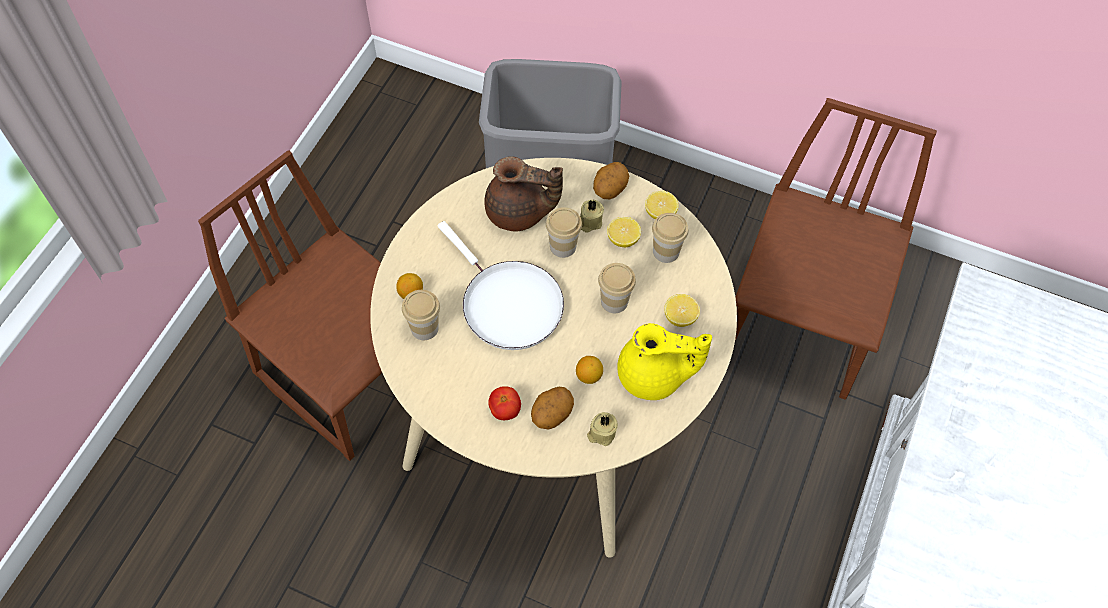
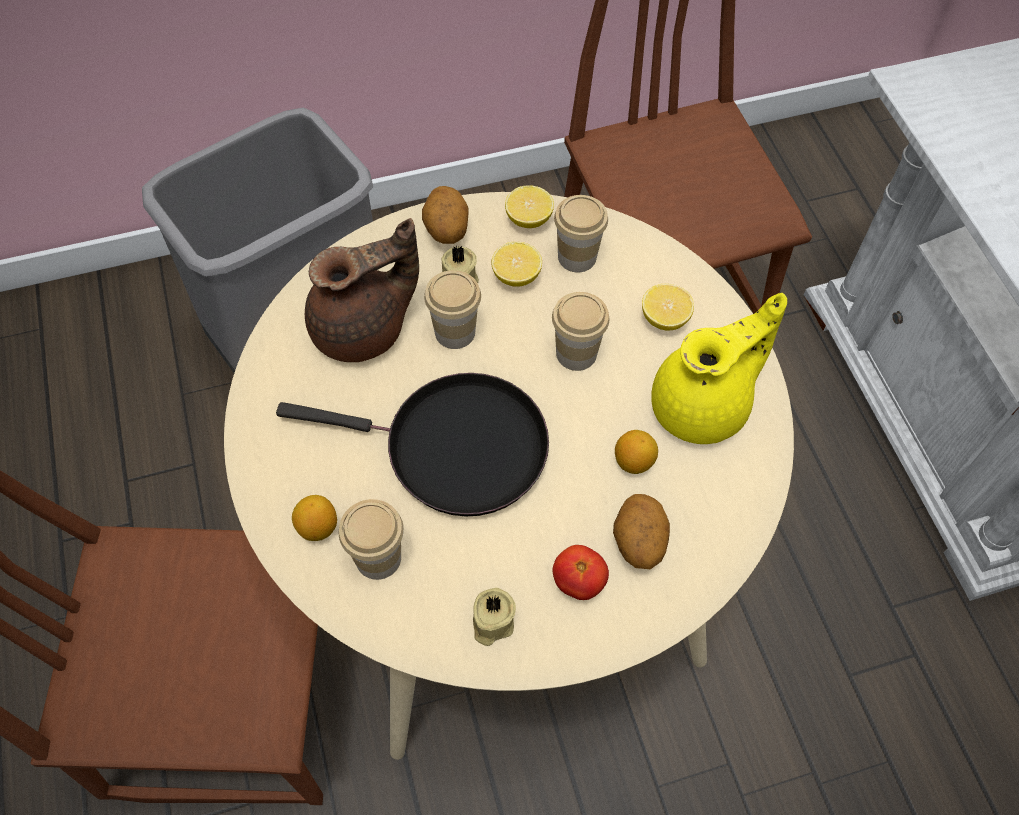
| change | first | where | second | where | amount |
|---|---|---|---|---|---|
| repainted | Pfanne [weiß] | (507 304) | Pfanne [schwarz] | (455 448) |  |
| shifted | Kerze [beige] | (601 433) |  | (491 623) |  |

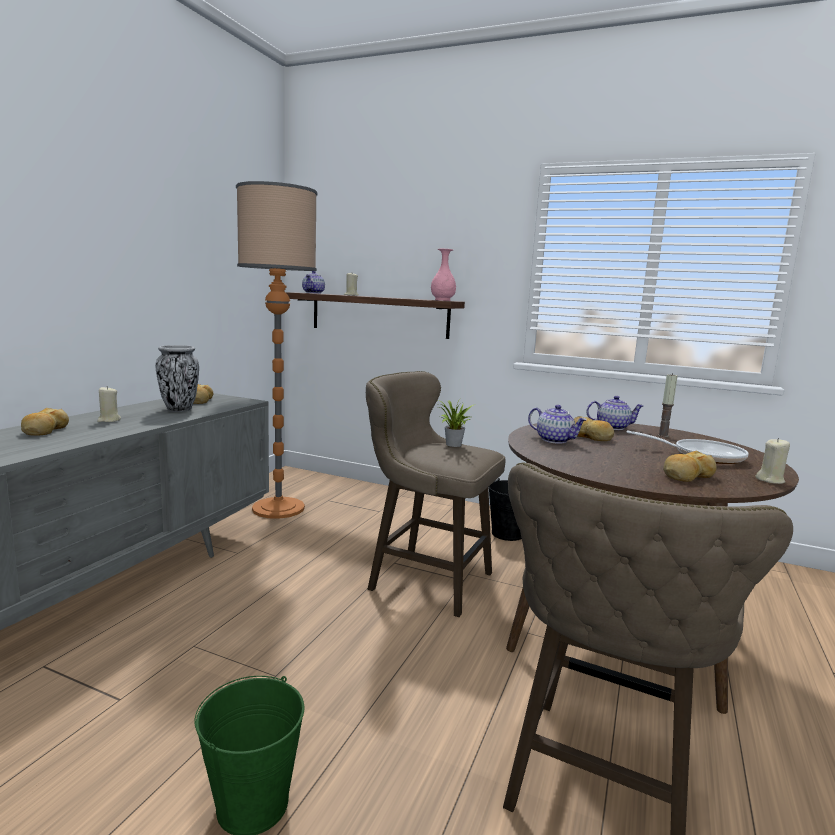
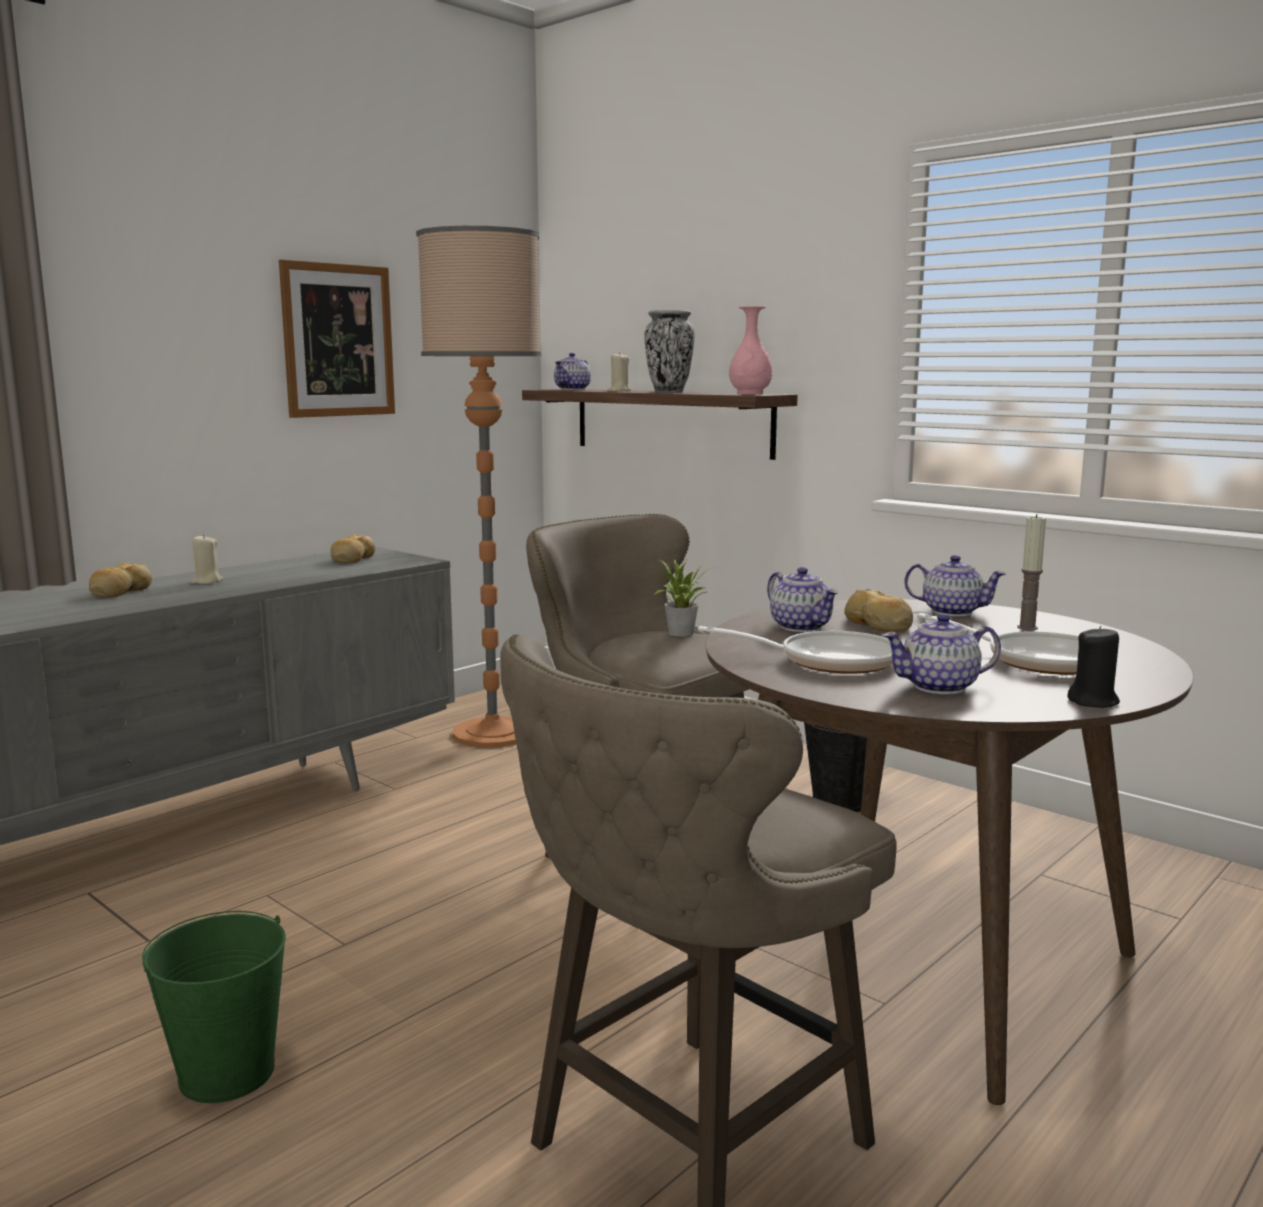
| change | first | where | second | where | amount |
|---|---|---|---|---|---|
| shifted | Vase | (179 409) |  | (668 392) |  |
| repainted | Kerze [beige] | (770 480) | Kerze [schwarz] | (1093 702) |  |
| swapped | Brot | (687 475) | Teekanne | (940 687) |  |
| new |  |  | Bild | (338 340) |  |
| new |  |  | Pfanne | (828 661) |  |

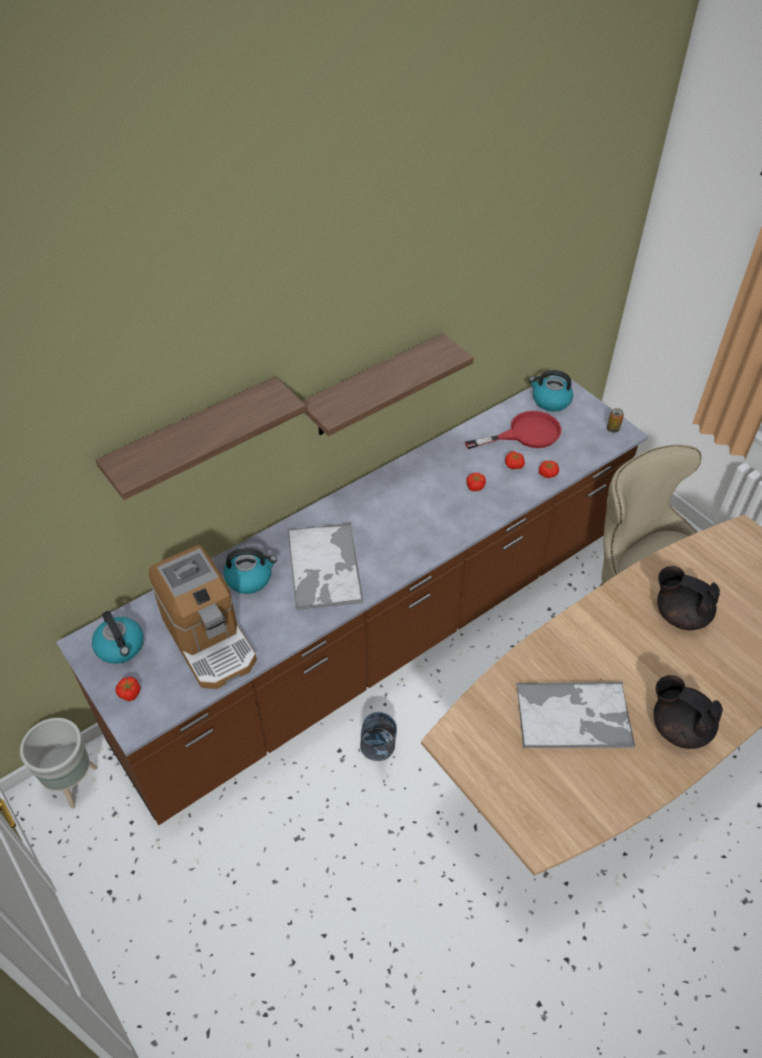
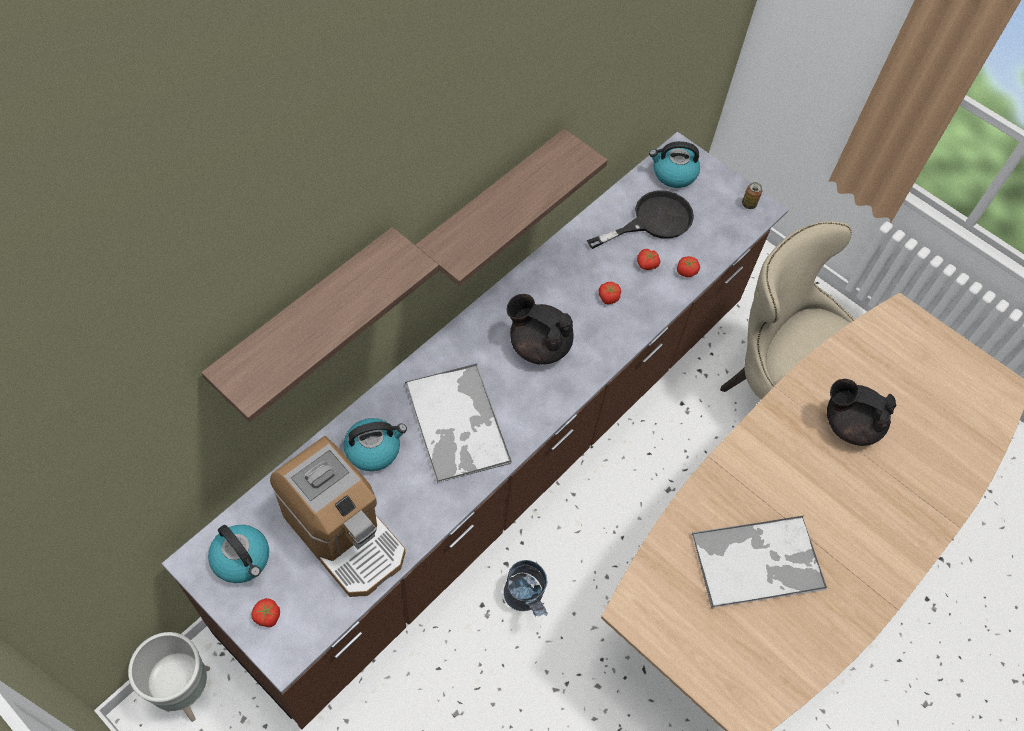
| change | first | where | second | where | amount |
|---|---|---|---|---|---|
| repainted | Pfanne [rot] | (525 434) | Pfanne [schwarz] | (652 221) |  |
| shifted | Teekanne [schwarz] | (679 727) |  | (538 345) |  |

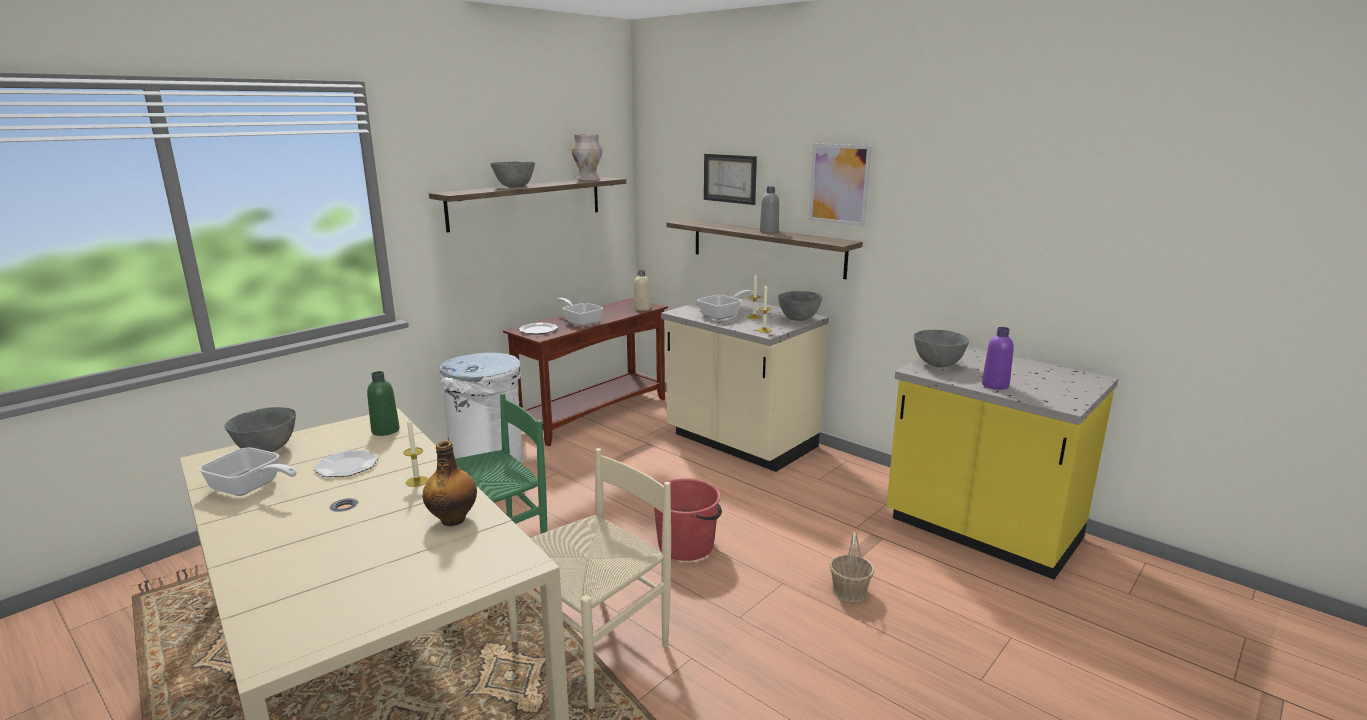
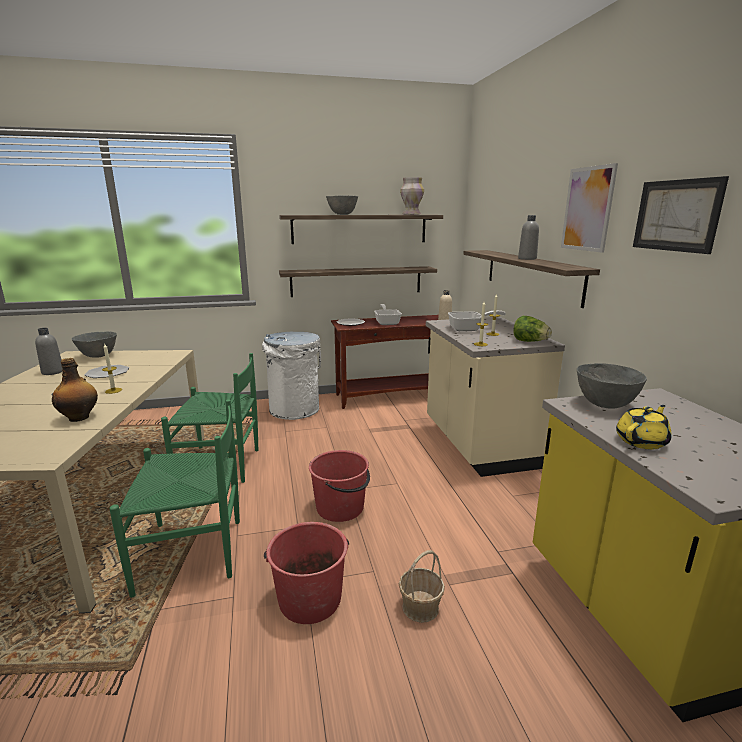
| change | first | where | second | where | amount |
|---|---|---|---|---|---|
| shifted | Bild | (730 178) |  | (676 215) |  |
| swapped | Schüssel [grau] | (798 319) | Salatkopf | (530 341) |  |
| swapped | Flasche [lila] | (995 385) | Teekanne [gelb] | (642 441) |  |
| gone | Flasche [grün] | (385 430) |  |  |  |
| swapped | Pfanne | (250 488) | Flasche [grau] | (53 372) |  |
| repainted | Stuhl [beige] | (594 646) | Stuhl [grün] | (192 553) |  |
| new |  |  | Wandregal | (356 281) |  |
| new |  |  | Eimer [rot] | (309 598) |  |

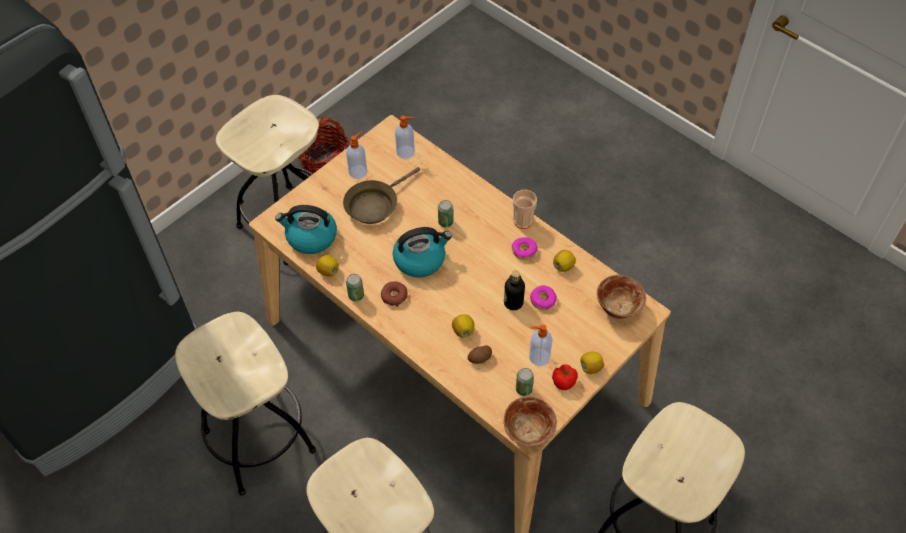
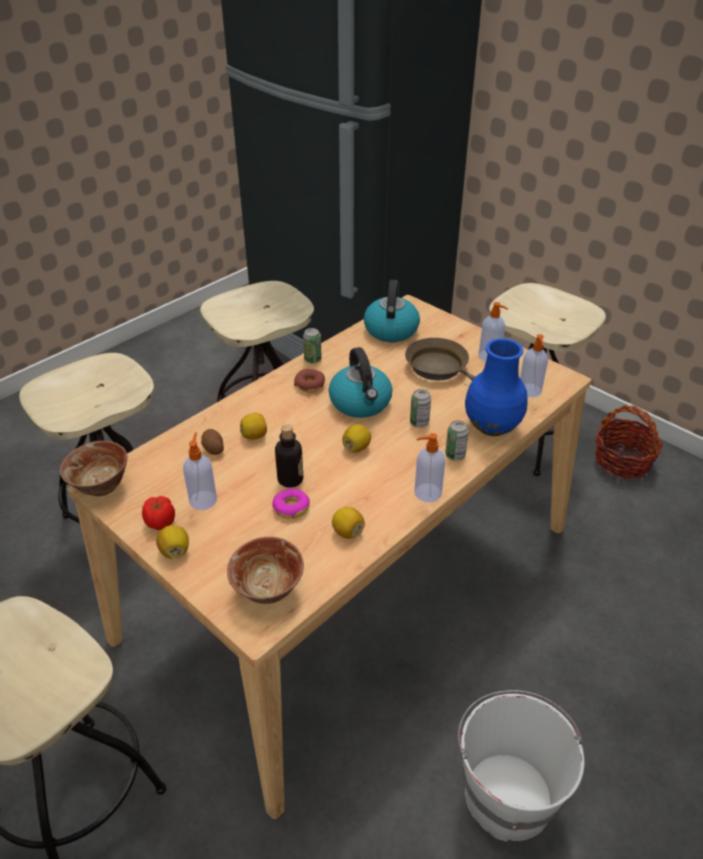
| change | first | where | second | where | amount |
|---|---|---|---|---|---|
| swapped | Tasse | (523 221) | Seifenspender | (426 493) |  |
| gone | Donut | (524 251) |  |  |  |
| shifted | Zitrone | (328 271) |  | (356 447) |  |
| shifted | Dose | (523 389) |  | (455 455) |  |
| new |  |  | Vase [blau] | (491 426) |  |
| new |  |  | Eimer [weiß] | (507 793) |  |

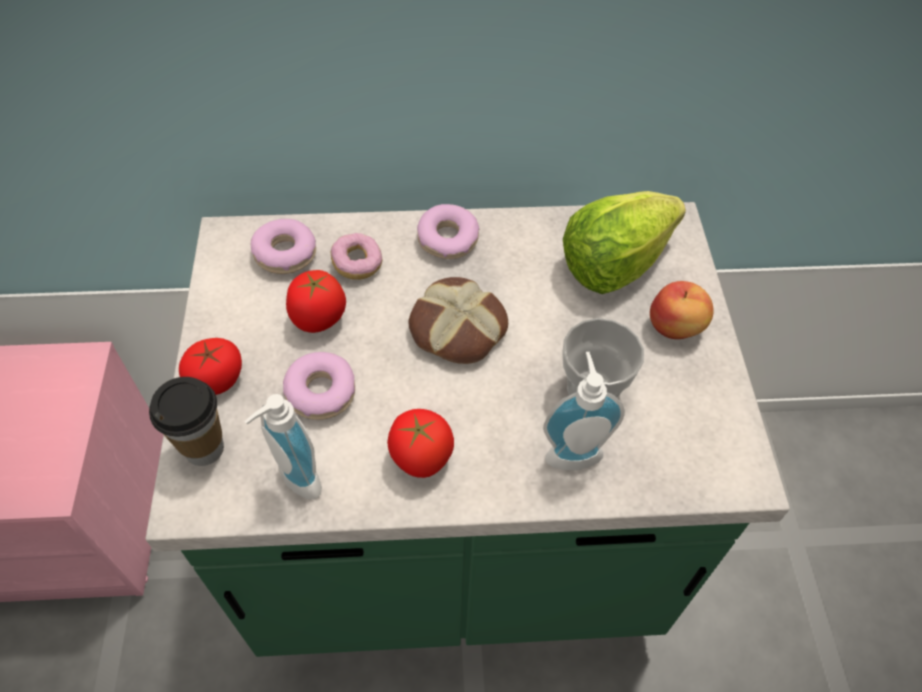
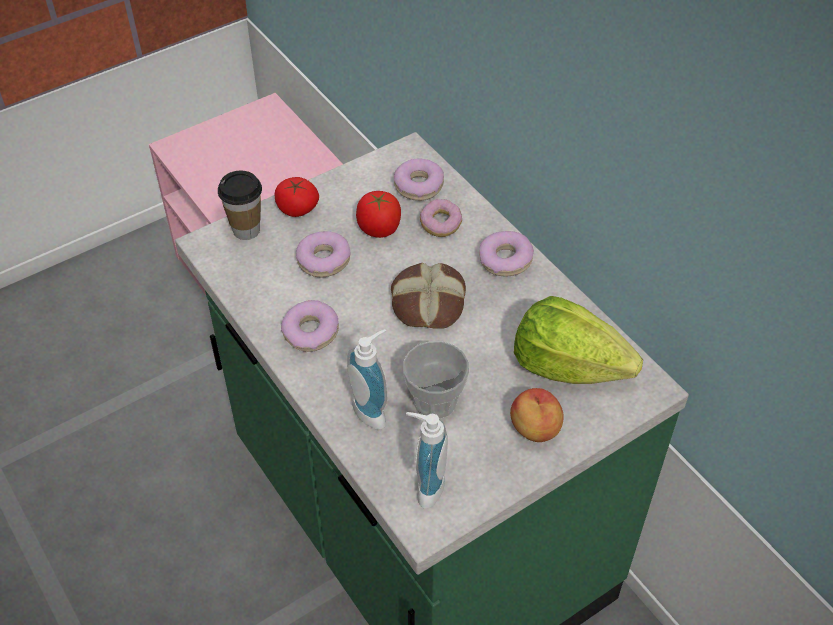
| change | first | where | second | where | amount |
|---|---|---|---|---|---|
| shifted | Seifenspender | (294 481) |  | (425 486) |  |
| swapped | Tomate | (420 458) | Donut | (310 332) |  |

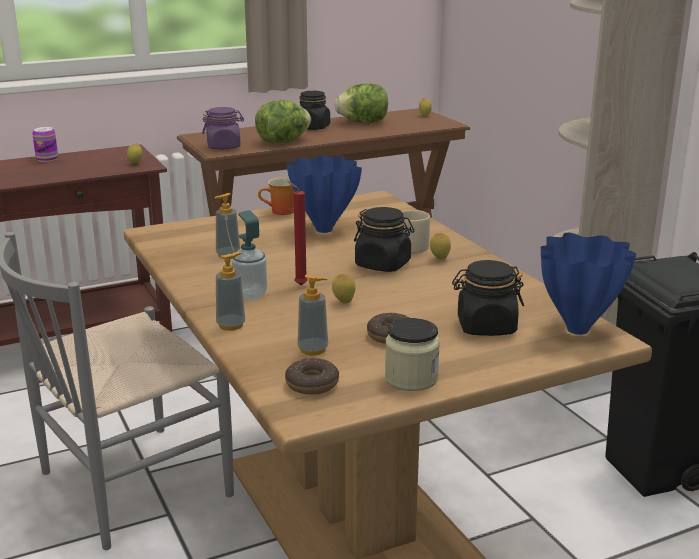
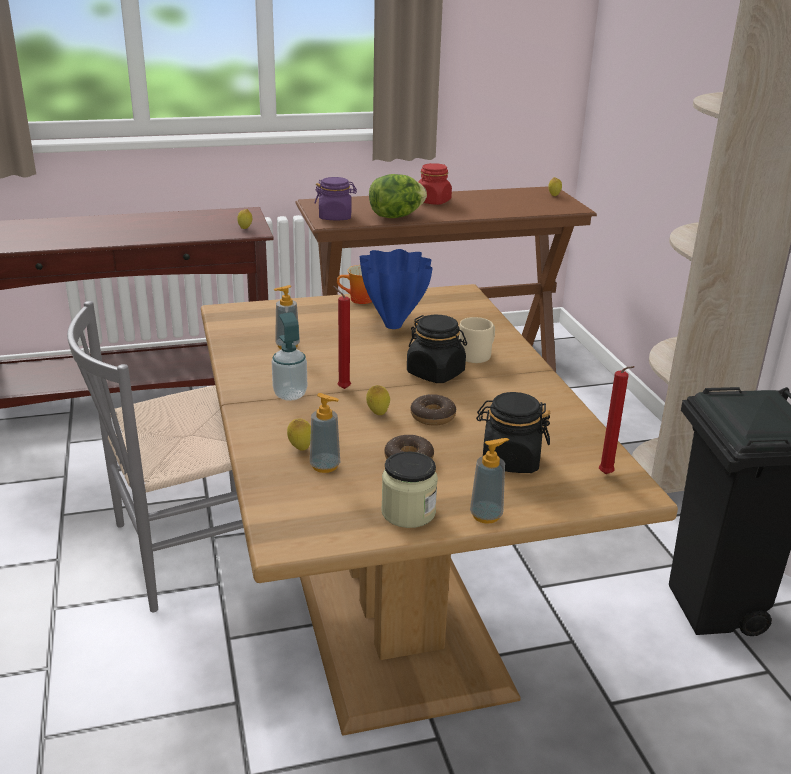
| change | first | where | second | where | amount |
|---|---|---|---|---|---|
| gone | Salatkopf | (363 122) |  |  |  |
| repainted | Vorratsglas [schwarz] | (313 127) | Vorratsglas [rot] | (433 201) |  |
| gone | Dose | (47 159) |  |  |  |
| shifted | Zitrone | (439 259) |  | (300 449) |  |
| swapped | Vase [blau] | (579 329) | Kerze [rot] | (607 475) |  |
| shifted | Seifenspender | (231 325) |  | (486 515) |  |
| shifted | Donut | (312 384) |  | (433 416) |  |

